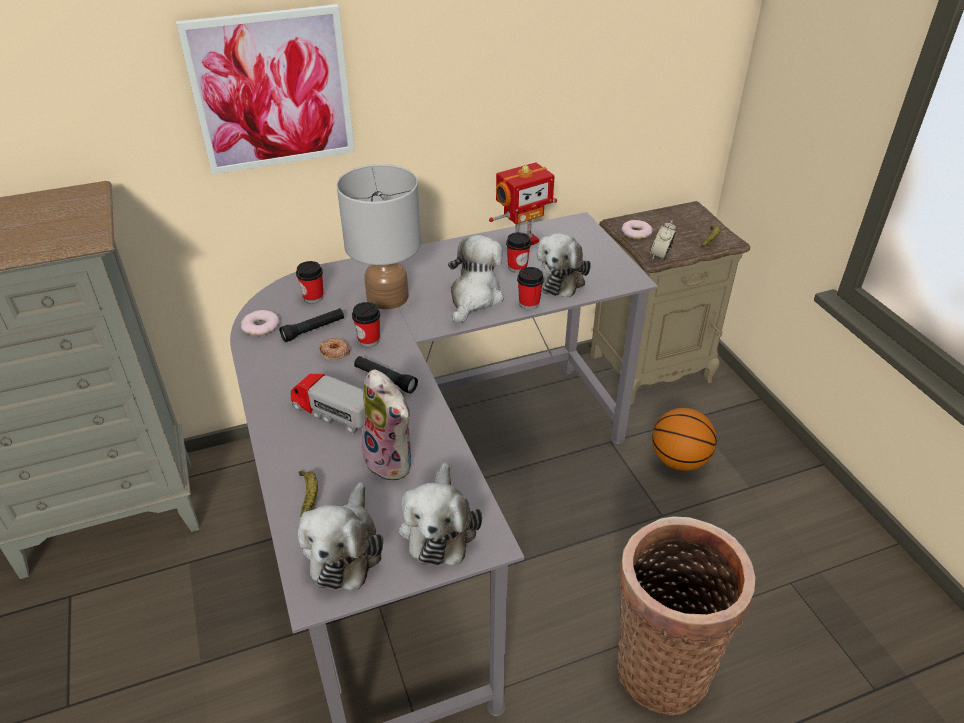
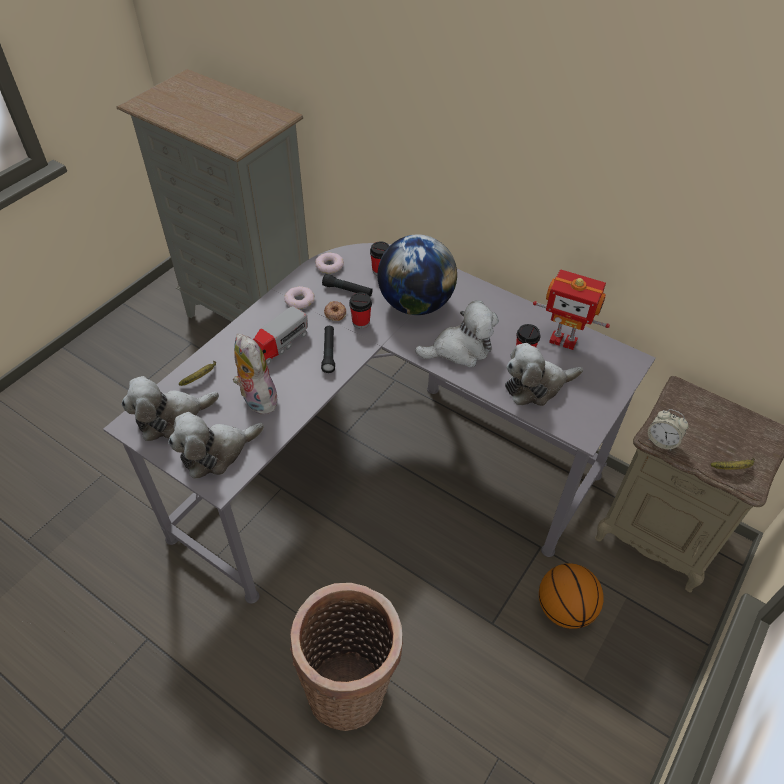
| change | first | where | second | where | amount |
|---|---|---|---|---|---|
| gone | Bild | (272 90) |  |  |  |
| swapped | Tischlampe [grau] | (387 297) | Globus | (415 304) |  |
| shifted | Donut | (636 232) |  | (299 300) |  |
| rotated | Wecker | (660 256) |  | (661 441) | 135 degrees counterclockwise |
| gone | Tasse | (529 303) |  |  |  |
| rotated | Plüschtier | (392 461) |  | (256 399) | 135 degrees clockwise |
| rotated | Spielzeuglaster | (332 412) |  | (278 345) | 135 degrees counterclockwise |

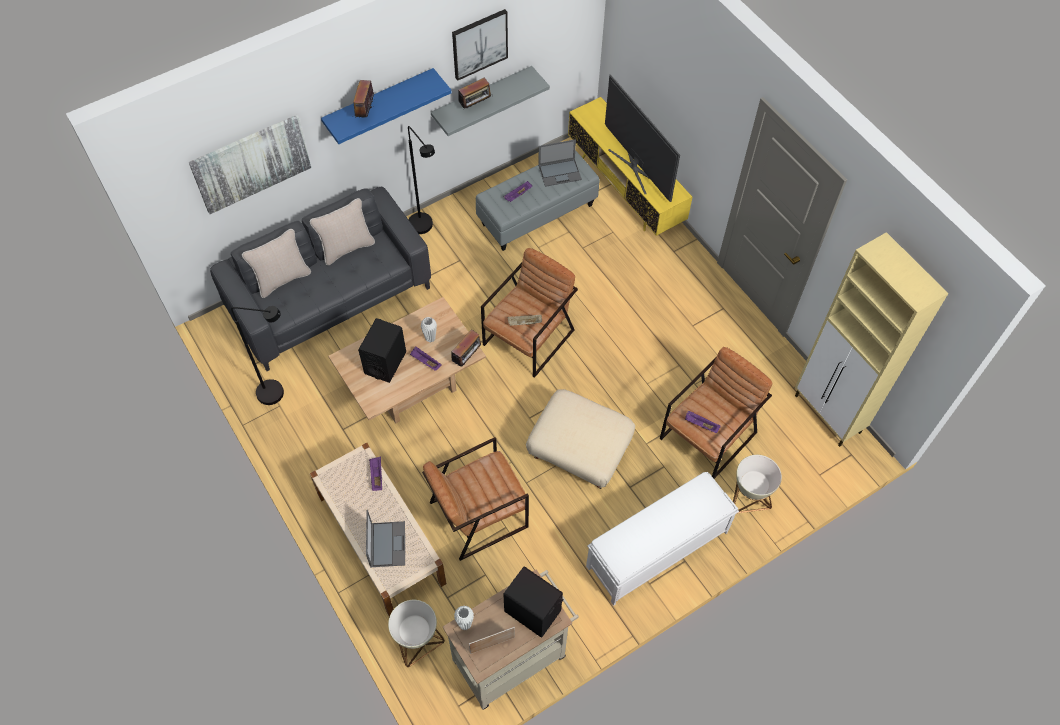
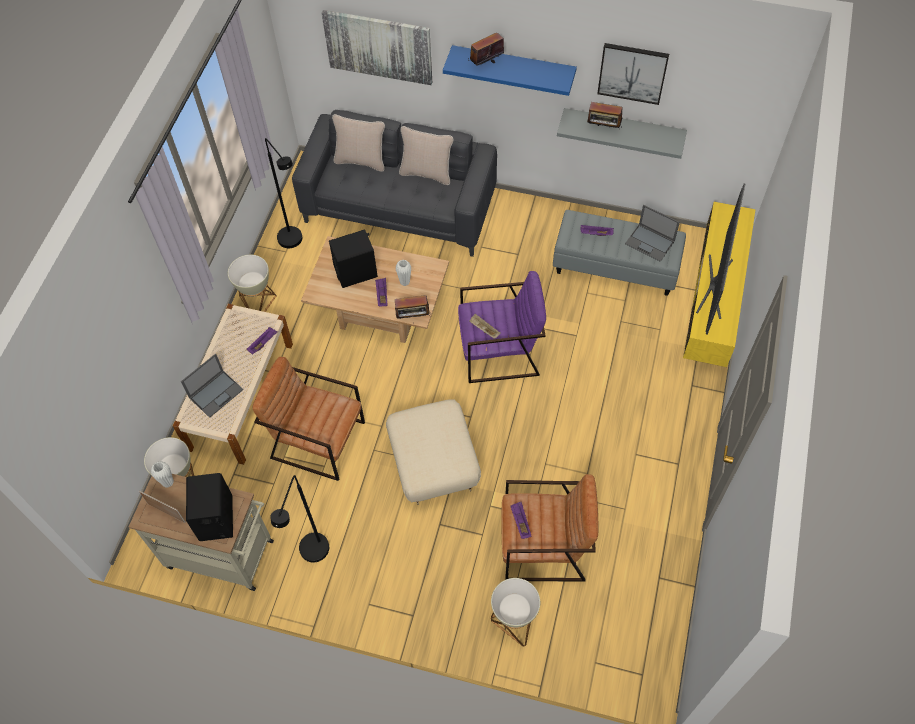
| change | first | where | second | where | amount |
|---|---|---|---|---|---|
| shifted | Stehlampe [schwarz] | (425 229) |  | (313 556) |  |
| gone | Schrank [beige] | (828 415) |  |  |  |
| repainted | Sessel [braun] | (529 337) | Sessel [lila] | (499 351) |  |
| gone | Bank [weiß] | (656 550) |  |  |  |
| new |  |  | Pflanzkübel | (258 304) |  |

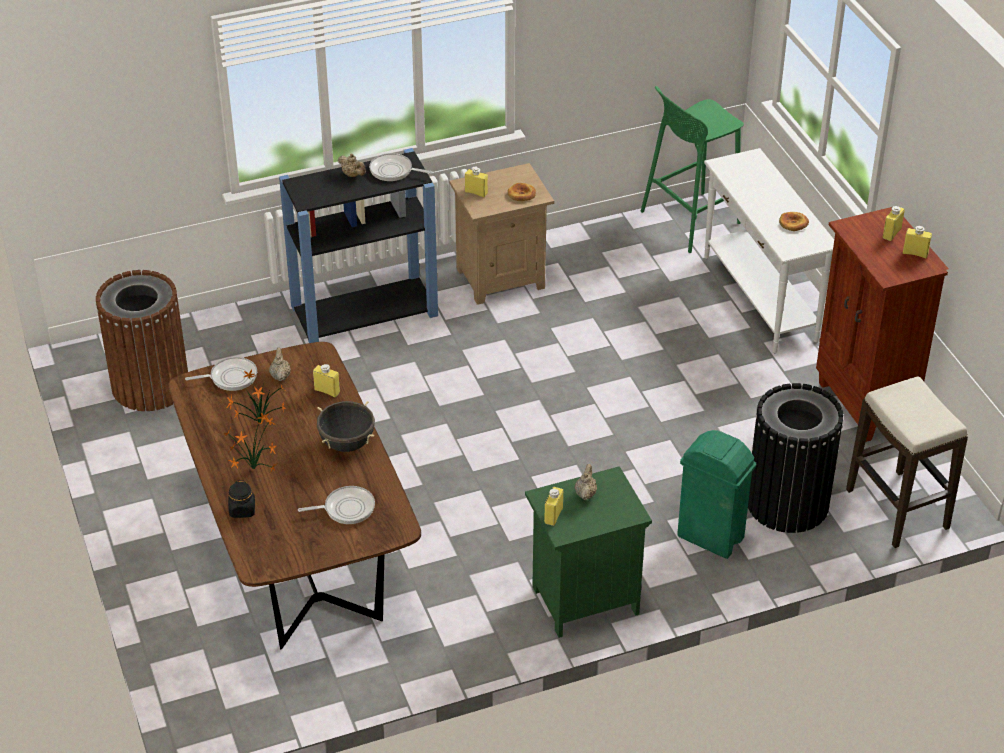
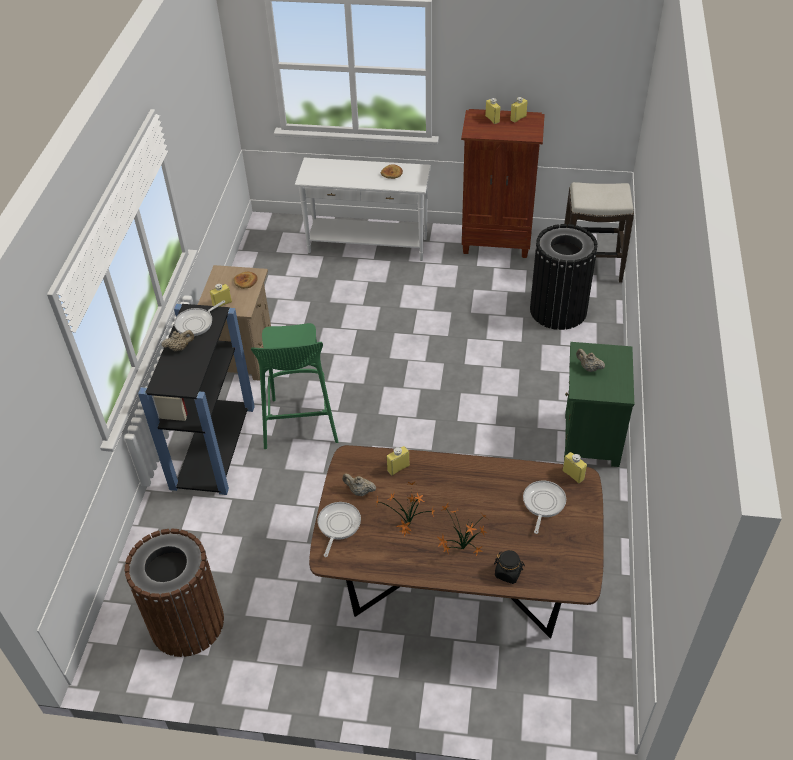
| change | first | where | second | where | amount |
|---|---|---|---|---|---|
| shifted | Hocker [grün] | (690 221) |  | (300 423) |  |
| gone | Kochtopf [schwarz] | (347 444) |  |  |  |
| gone | Mülleimer [grün] | (711 538) |  |  |  |
| shifted | Flasche [gelb] | (553 516) |  | (573 475) |  |

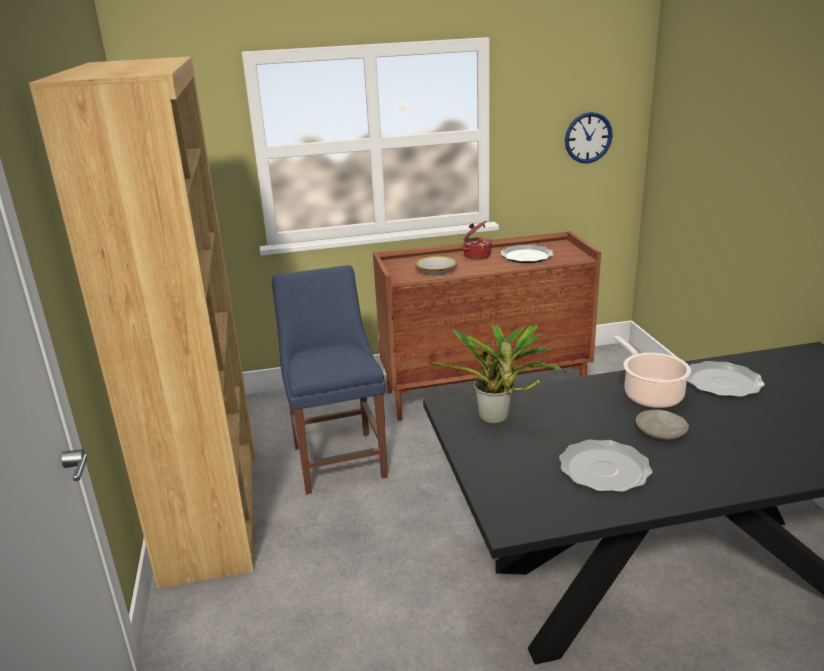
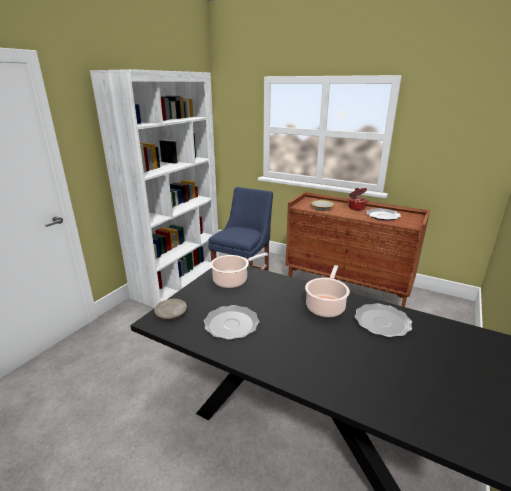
| change | first | where | second | where | amount |
|---|---|---|---|---|---|
| repainted | Bücherregal [braun] | (212 510) | Bücherregal [weiß] | (178 282) |  |
| gone | Wanduhr | (588 137) |  |  |  |
| swapped | Topfpflanze | (497 420) | Kochtopf | (232 280) |  |
| shifted | Teller [beige] | (661 432) |  | (171 313) |  |

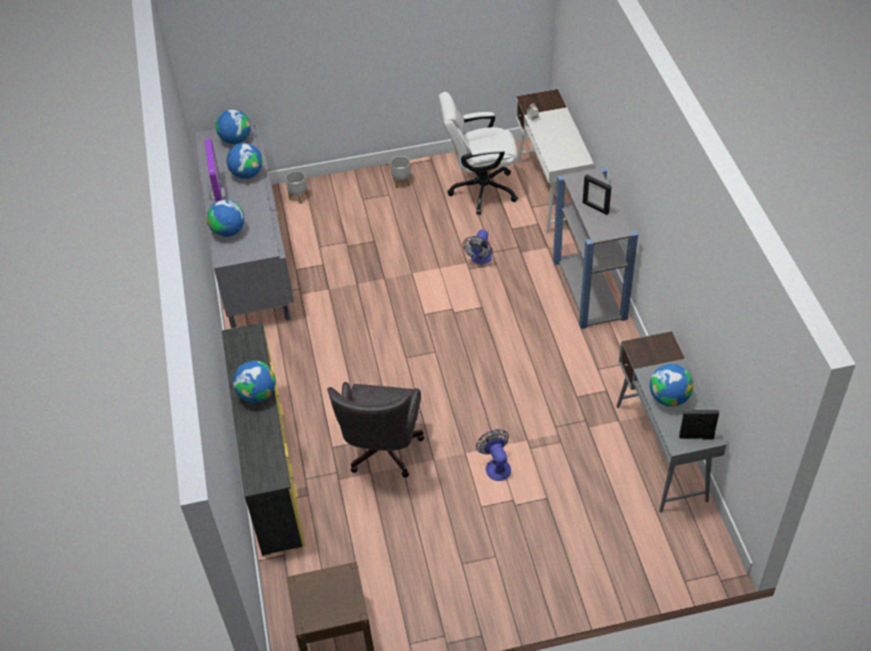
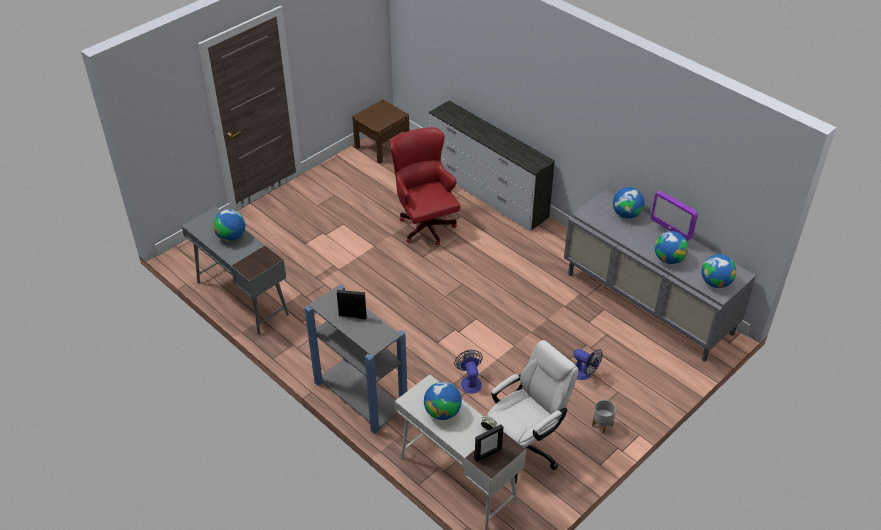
| change | first | where | second | where | amount |
|---|---|---|---|---|---|
| gone | Pflanzkübel [grau] | (298 197) |  |  |  |
| repainted | Kommode [gelb] | (270 466) | Kommode [weiß] | (487 193) |  |
| shifted | Globus | (257 394) |  | (442 412) |  |
| repainted | Bürostuhl [grau] | (384 454) | Bürostuhl [rot] | (425 225) |  |
| shifted | Bilderrahmen | (696 437) |  | (487 453) |  |
| shifted | Ventilator | (496 466) |  | (584 373) |  |

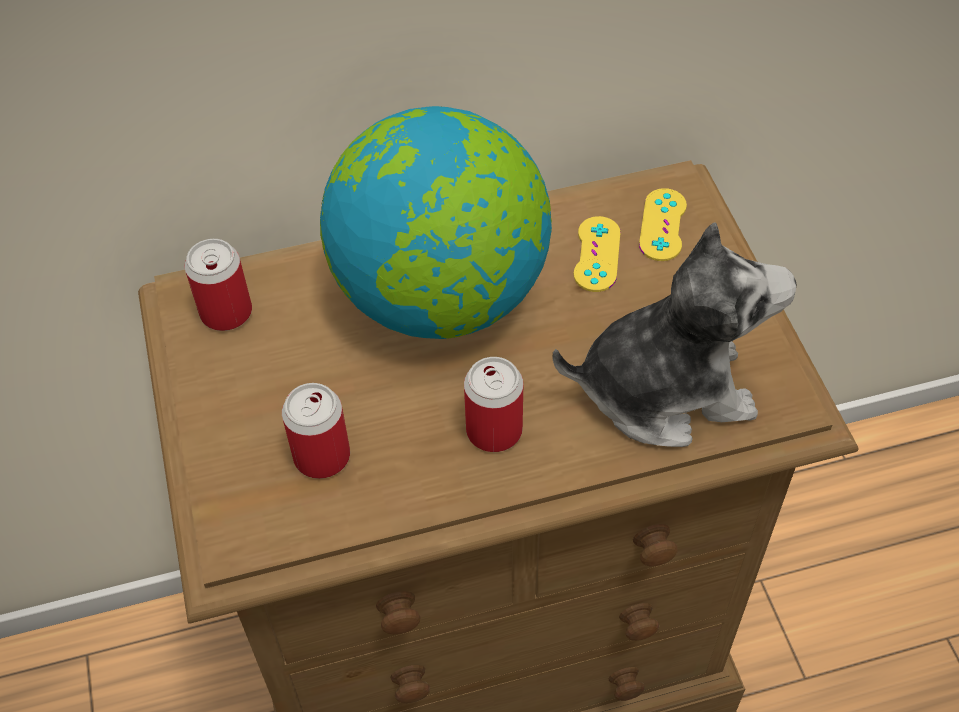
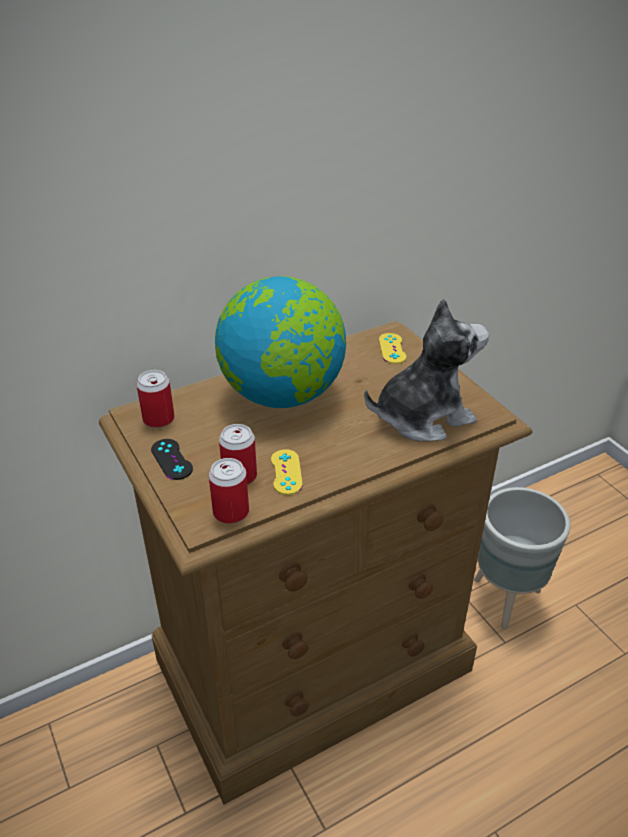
| change | first | where | second | where | amount |
|---|---|---|---|---|---|
| shifted | Gamepad [gelb] | (597 254) |  | (286 472) |  |
| shifted | Dose | (494 430) |  | (231 512) |  |
| new |  |  | Gamepad [schwarz] | (171 459) |  |
| new |  |  | Pflanzkübel [grau] | (504 600) |  |

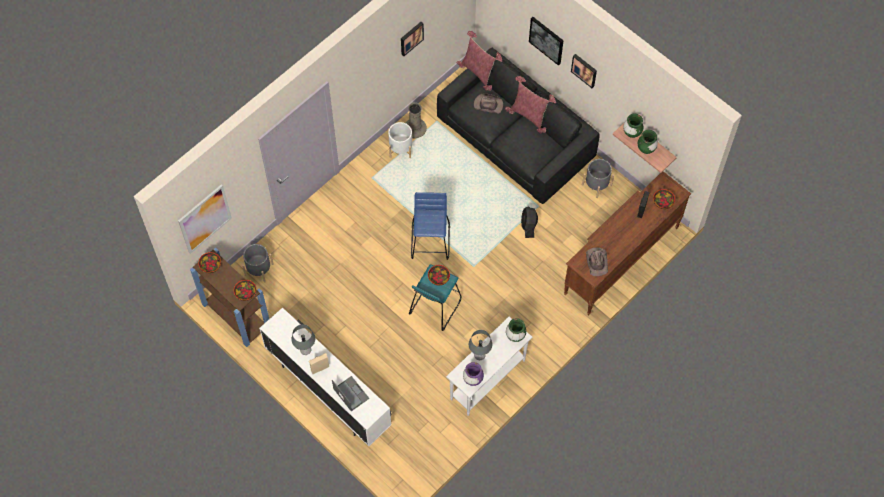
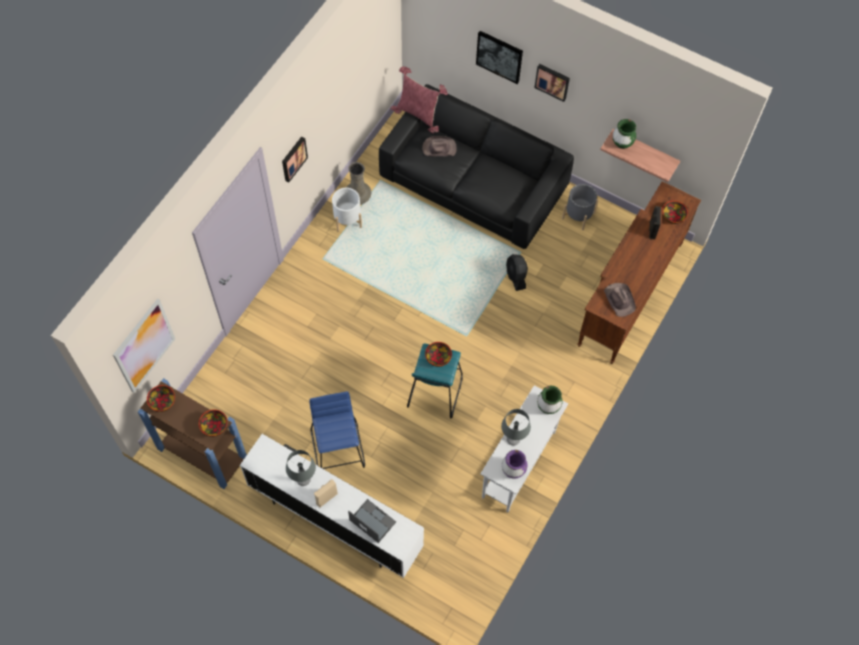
| change | first | where | second | where | amount |
|---|---|---|---|---|---|
| shifted | Bild | (411 38) |  | (293 158) |  |
| gone | Kissen [rot] | (529 117) |  |  |  |
| gone | Vase [grün] | (646 149) |  |  |  |
| shifted | Hocker [blau] | (430 241) |  | (338 449) |  |
| gone | Pflanzkübel [grau] | (259 269) |  |  |  |

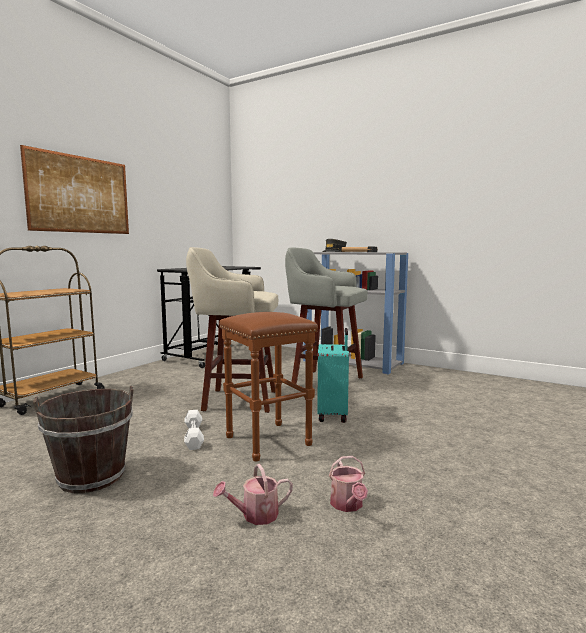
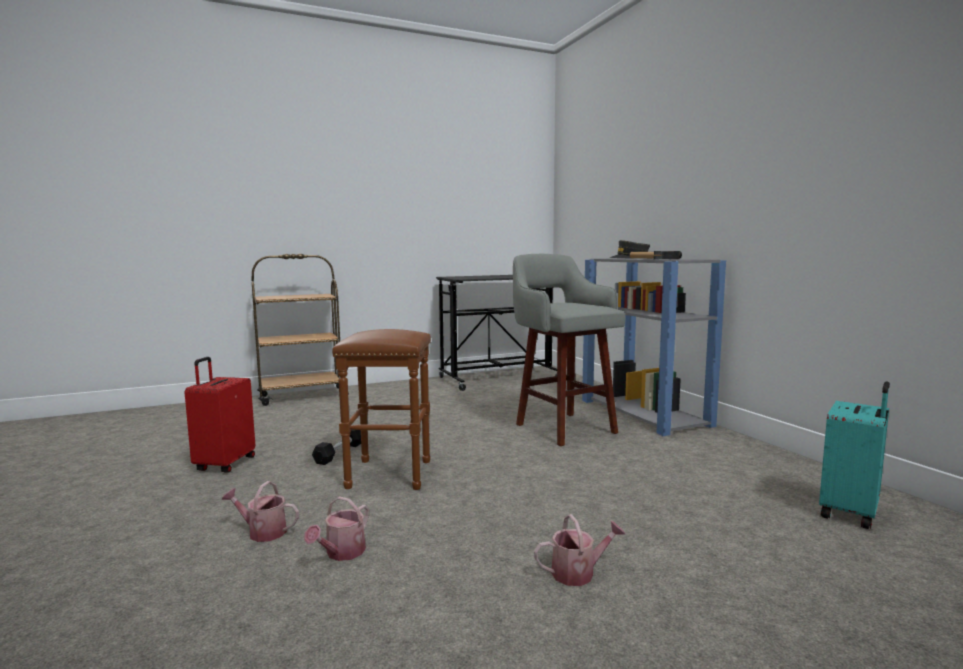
| change | first | where | second | where | amount |
|---|---|---|---|---|---|
| gone | Bild | (80 194) |  |  |  |
| gone | Hocker [beige] | (236 400) |  |  |  |
| shifted | Koffer [türkis] | (333 415) |  | (851 513) |  |
| swapped | Eimer [braun] | (92 476) | Koffer [rot] | (224 464) |  |
| repainted | Hantel [weiß] | (194 436) | Hantel [schwarz] | (340 453) |  |
| new |  |  | Gießkanne | (578 572) |  |

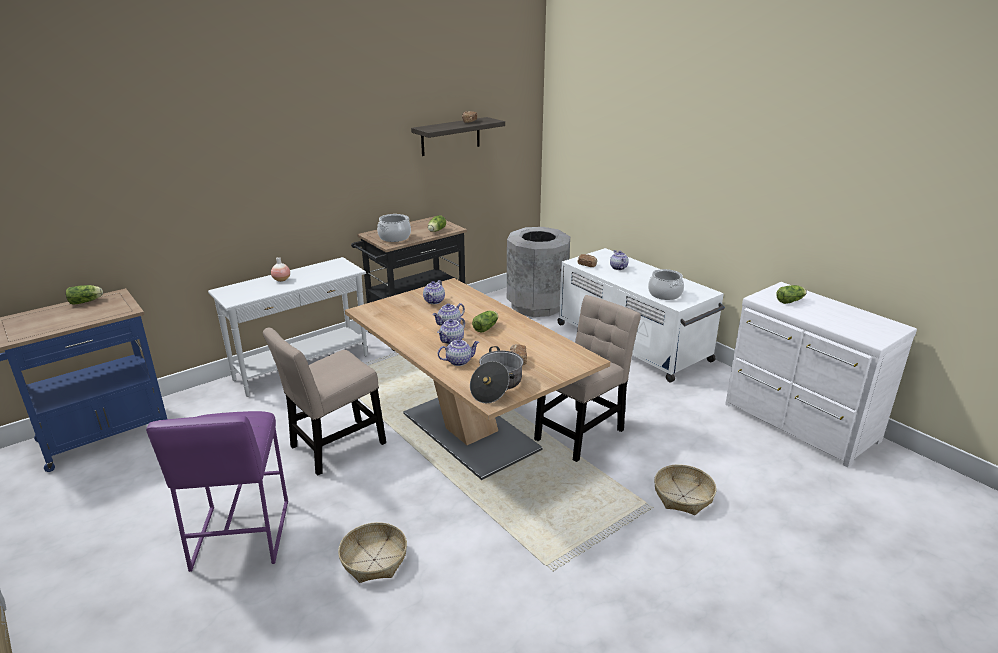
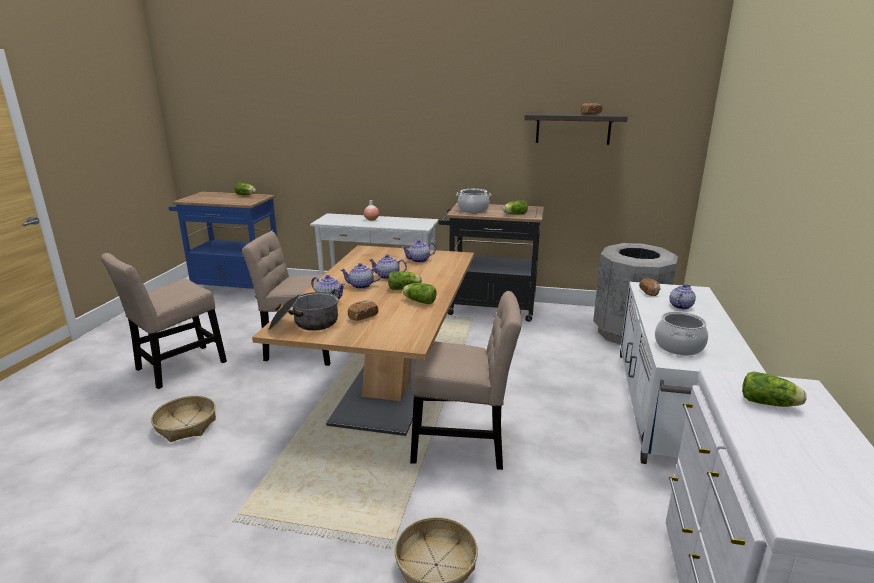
| change | first | where | second | where | amount |
|---|---|---|---|---|---|
| swapped | Hocker [lila] | (240 536) | Stuhl [beige] | (177 367) |  |
| new |  |  | Salatkopf | (419 301) |  |

